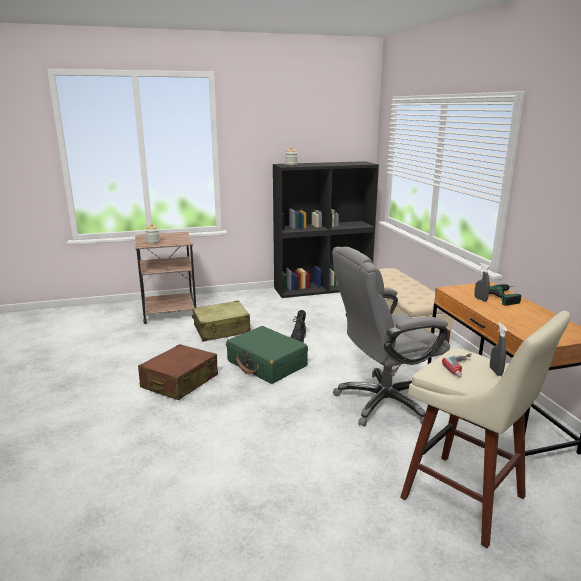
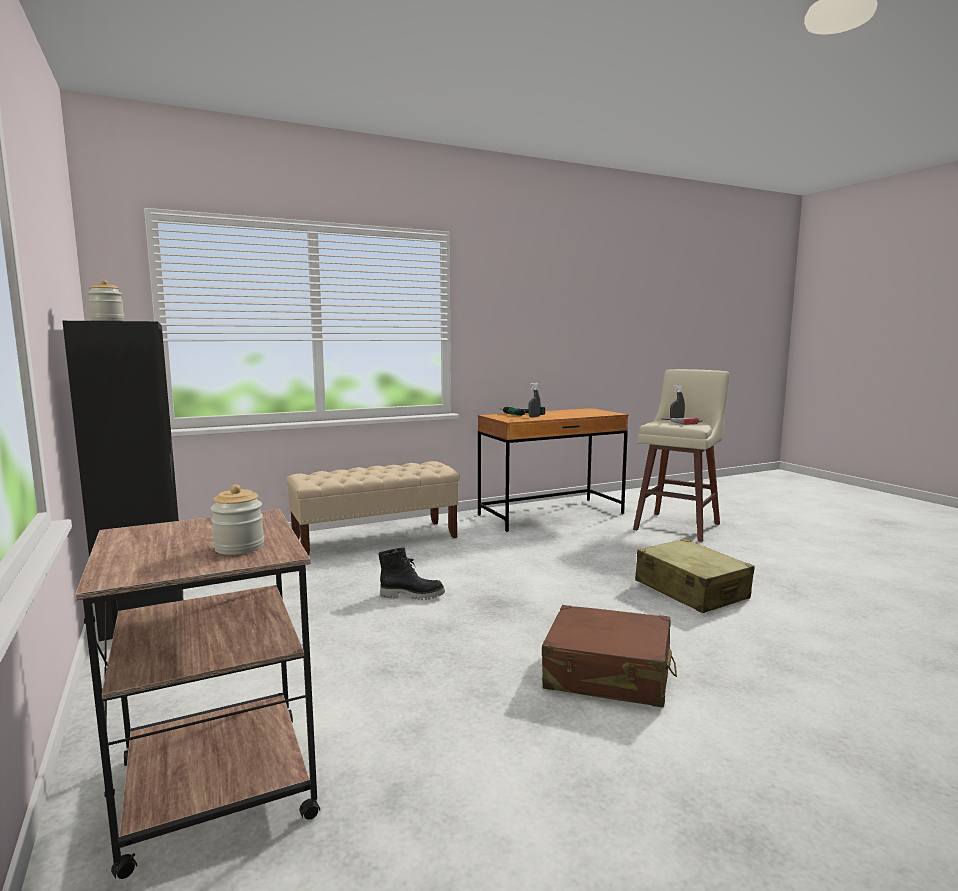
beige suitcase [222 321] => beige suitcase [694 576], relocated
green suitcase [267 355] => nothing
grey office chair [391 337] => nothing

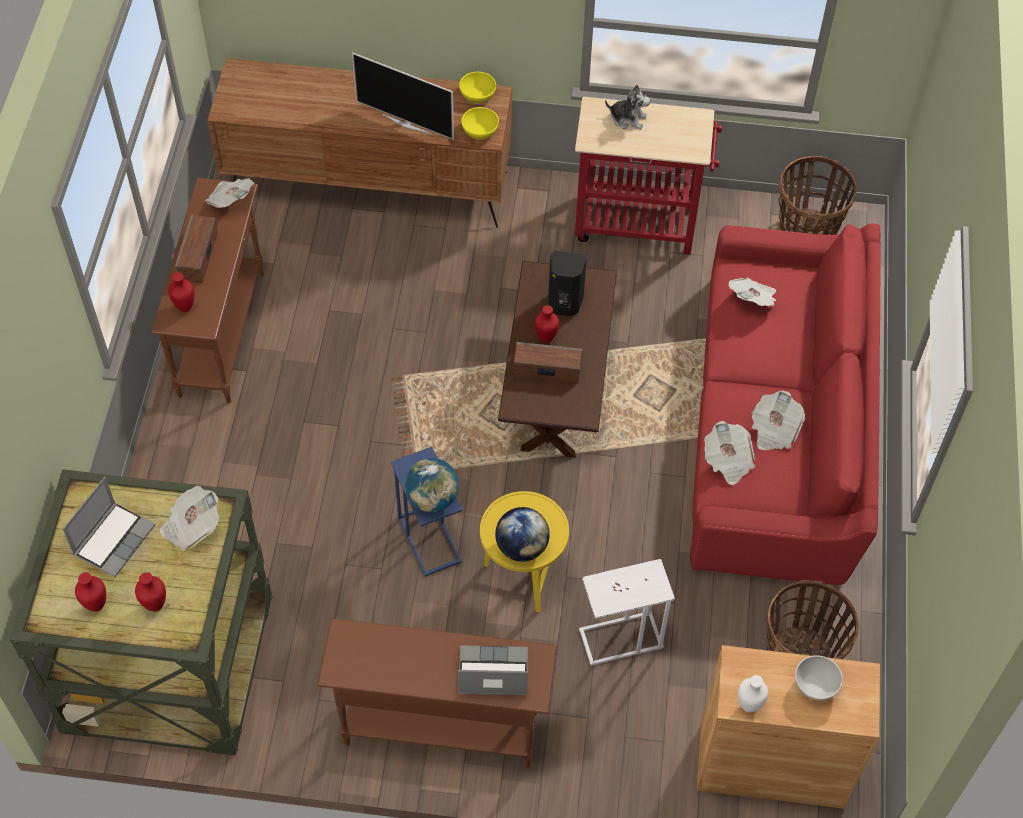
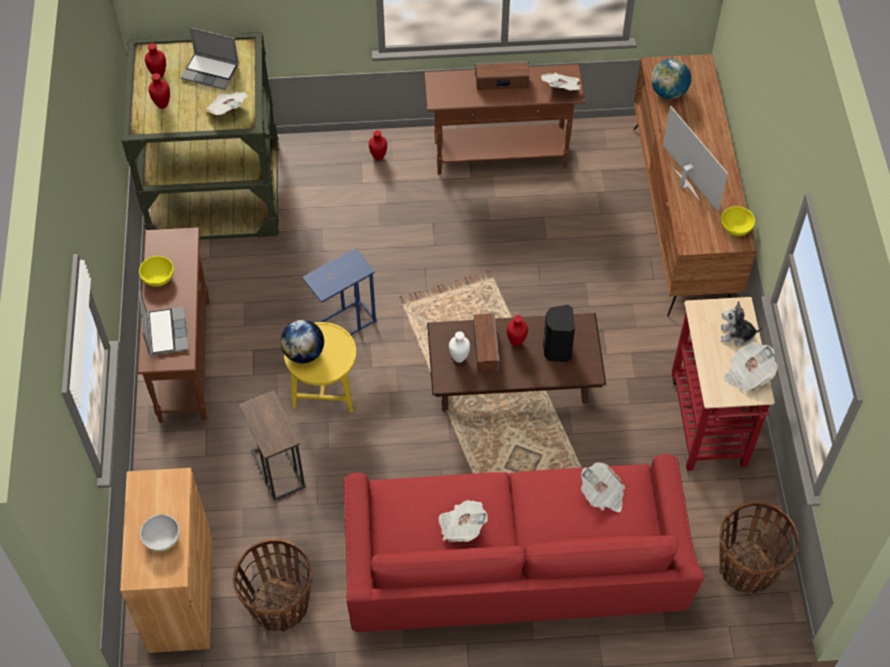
red vase [181 292] => red vase [378 145], relocated
television [403 96] => television [695 159], 135 degrees clockwise
globe [432 485] => globe [671 79], relocated
yellow bowl [480 123] => yellow bowl [156 271], relocated
white side table [627 612] => brown side table [272 446]
plush toy [627 107] => plush toy [742 323], 90 degrees clockwise
newspaper [729 453] => newspaper [751 368], relocated
white vase [753 693] => white vase [459 347], relocated

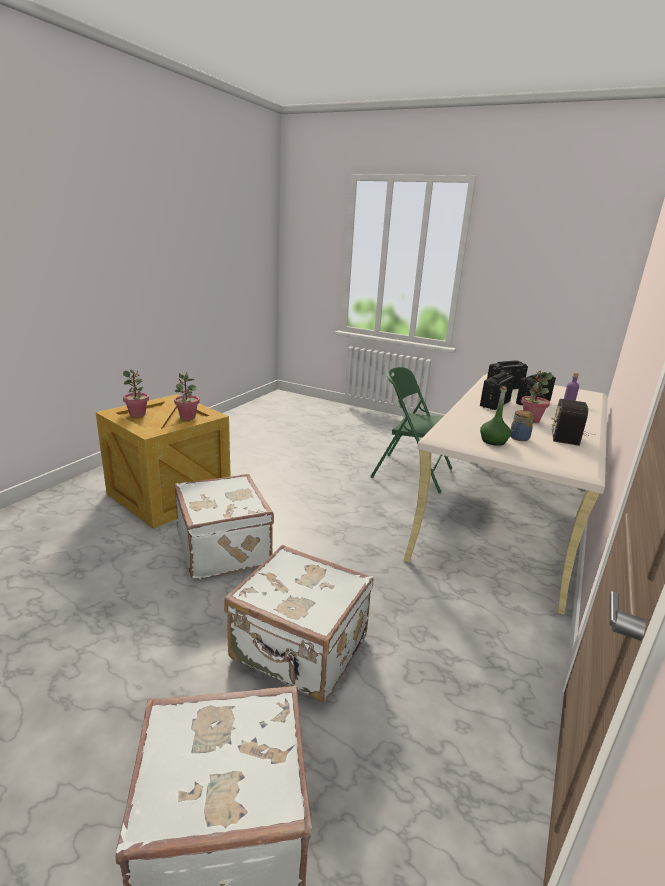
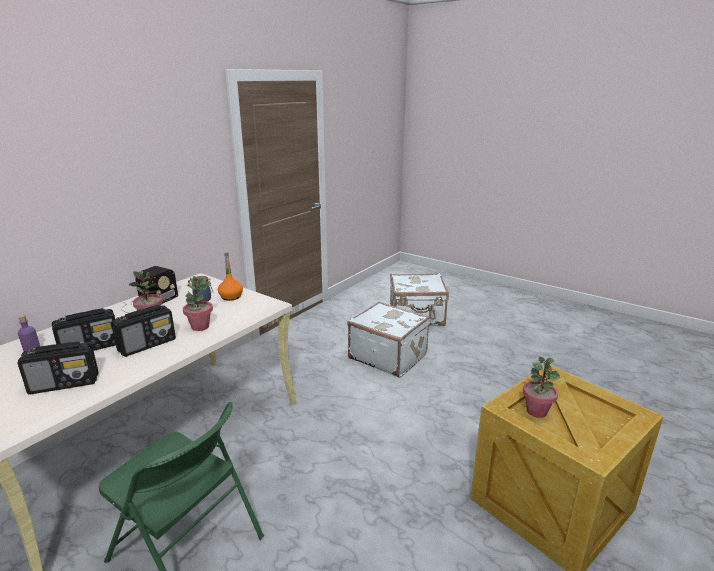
potted plant [136 393] => potted plant [198 303], relocated
white suitcase [224 527] => nothing
green bottle [495 416] => orange bottle [230 277]

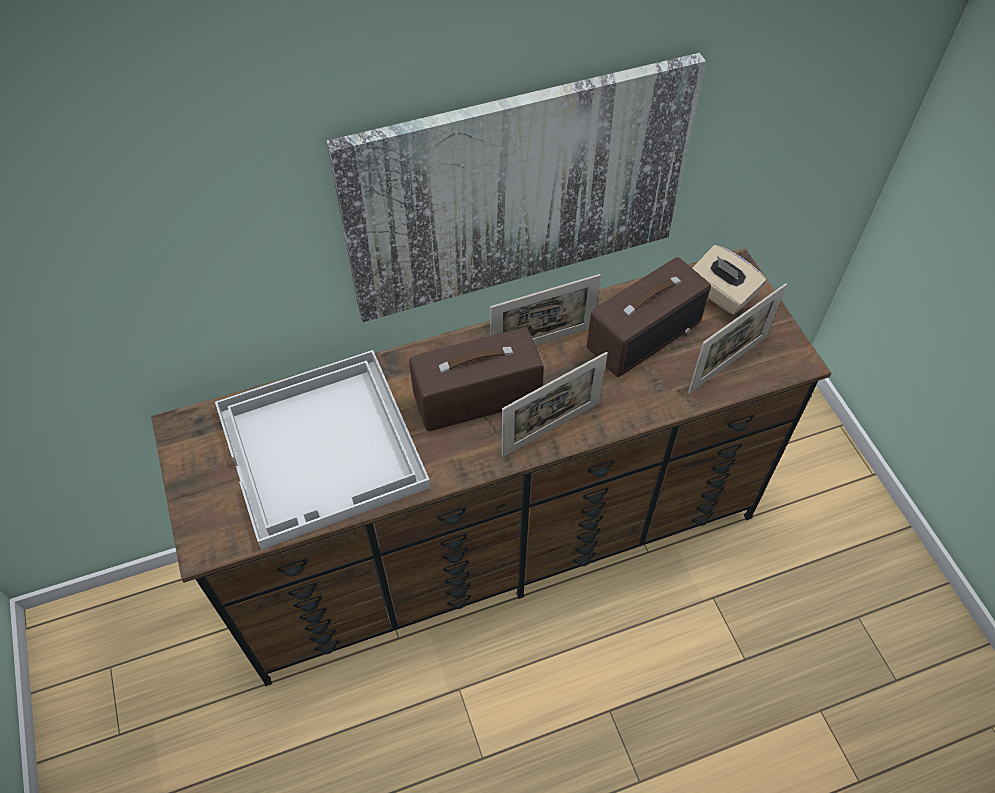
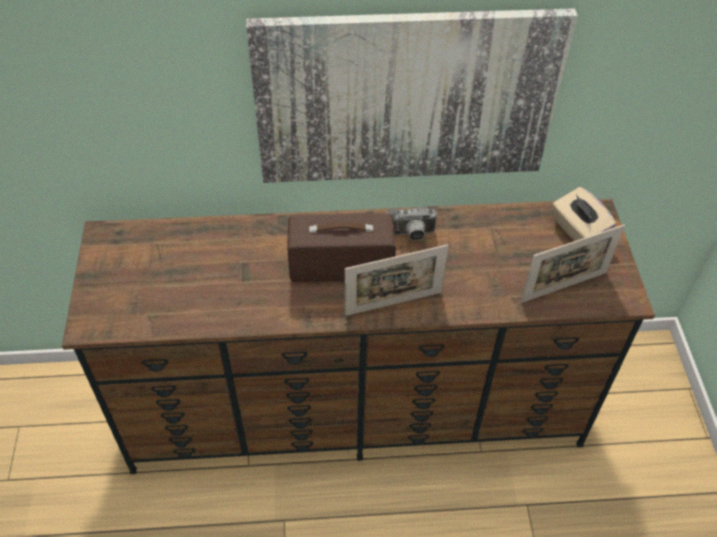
white tray [323 450] => nothing
picture frame [545 310] => photo camera [411 224]
radio [649 317] => nothing

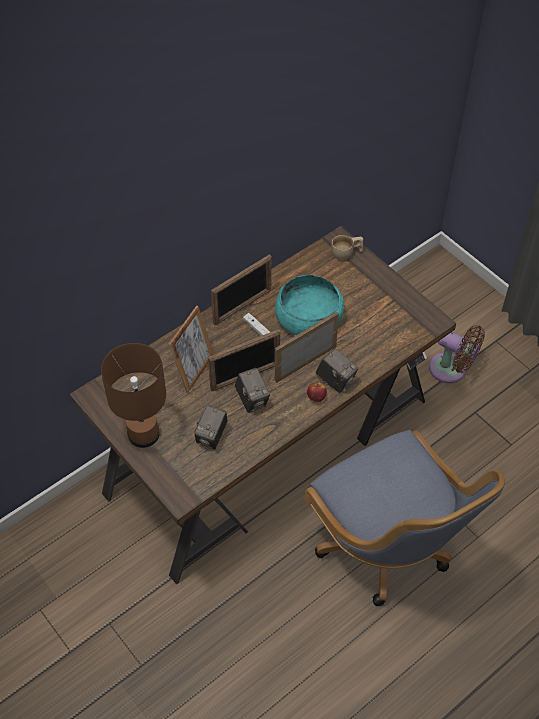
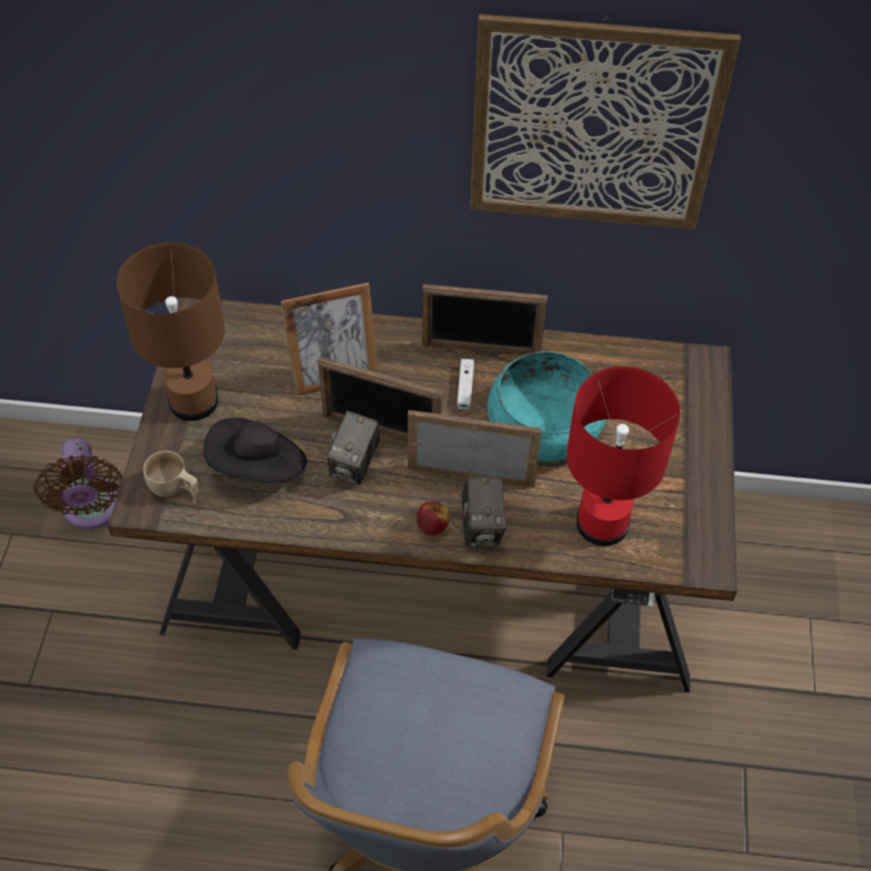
photo camera [211 427] => black hat [255 450]
beige cup [347 247] => beige cup [170 477], relocated
brown fan [457 354] => brown fan [78 483], relocated
nothing => picture [605 121]
nothing => red table lamp [623 456]

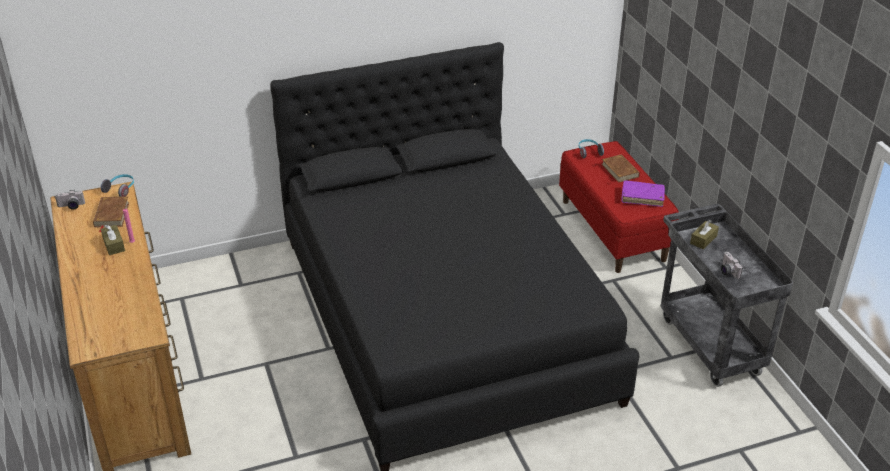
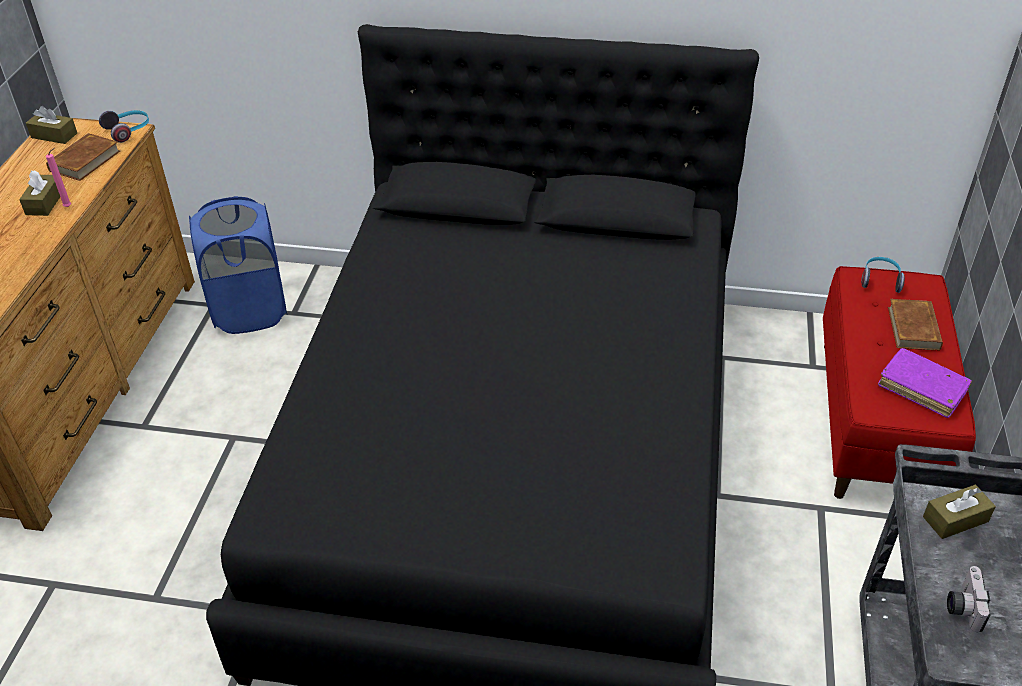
photo camera [70 200] => brown tissue box [51 125]
nothing => blue laundry basket [238 265]

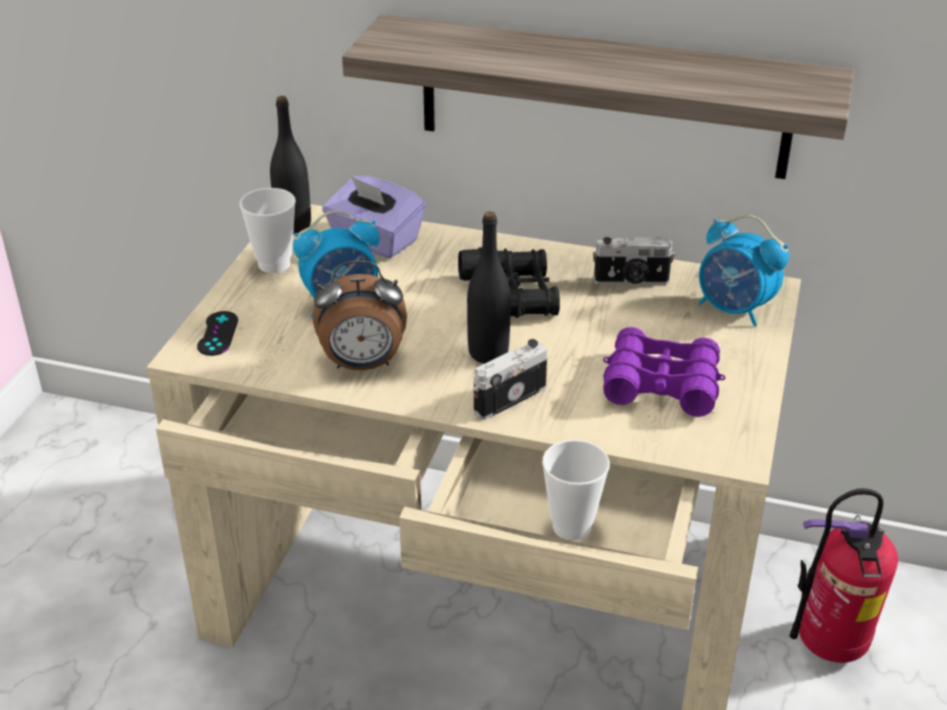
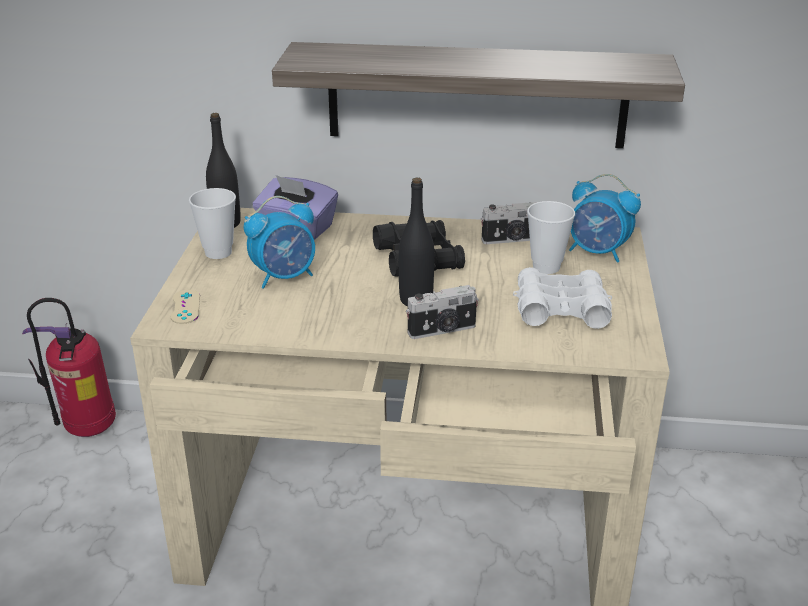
black game controller [217 333] => beige game controller [185 307]
alarm clock [360 315] => nothing
photo camera [510 379] => photo camera [442 312], 150 degrees counterclockwise
cup [576 490] => cup [551 237], relocated
purple binoculars [664 372] => white binoculars [562 298]
fire extinguisher [844 575] => fire extinguisher [69 367], relocated

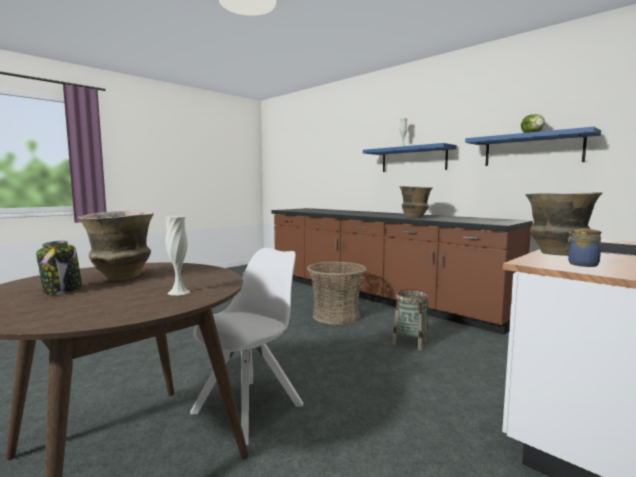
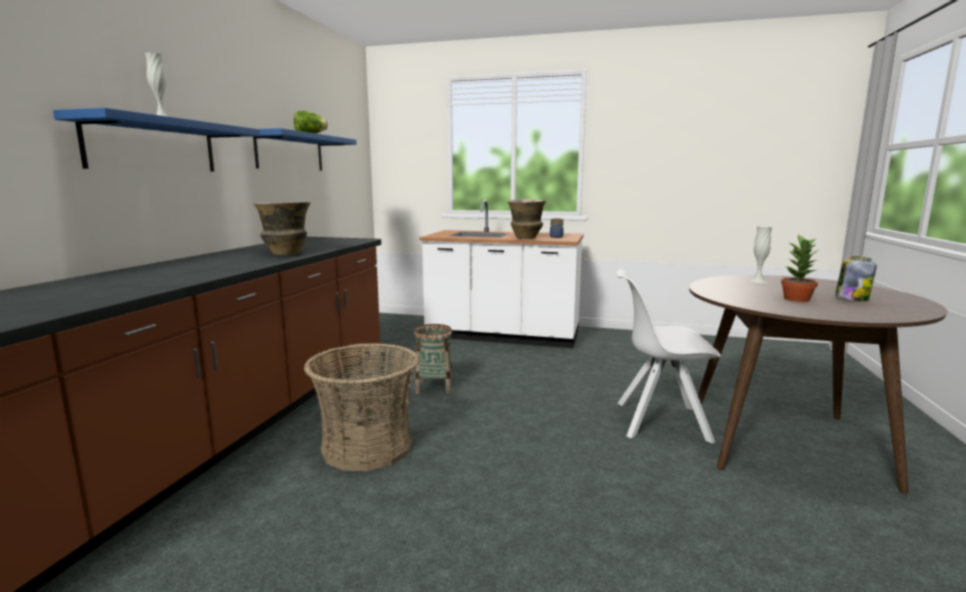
vase [116 245] => potted plant [799 268]

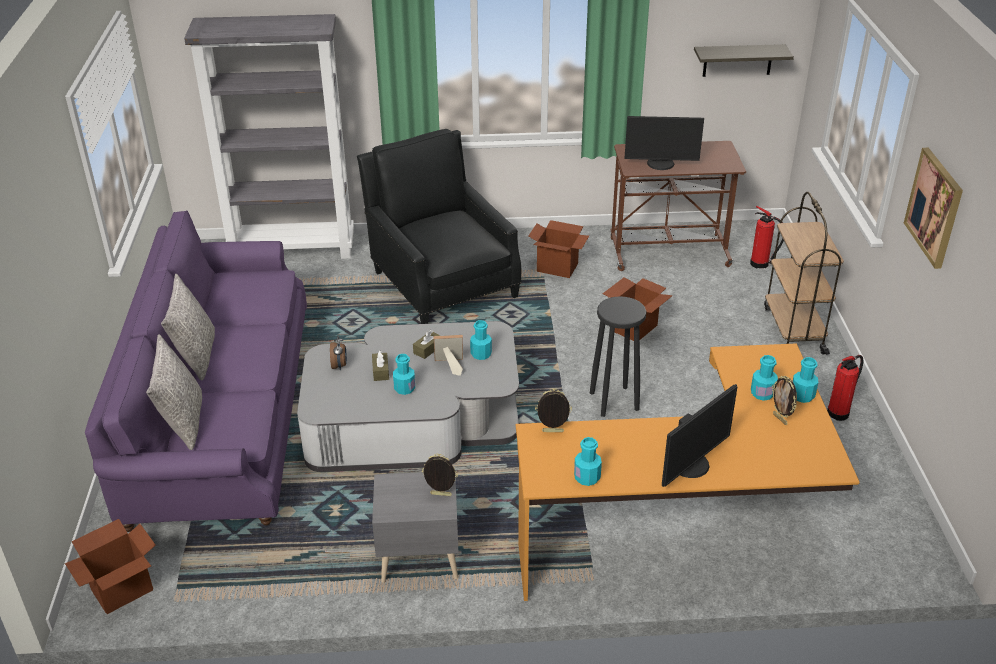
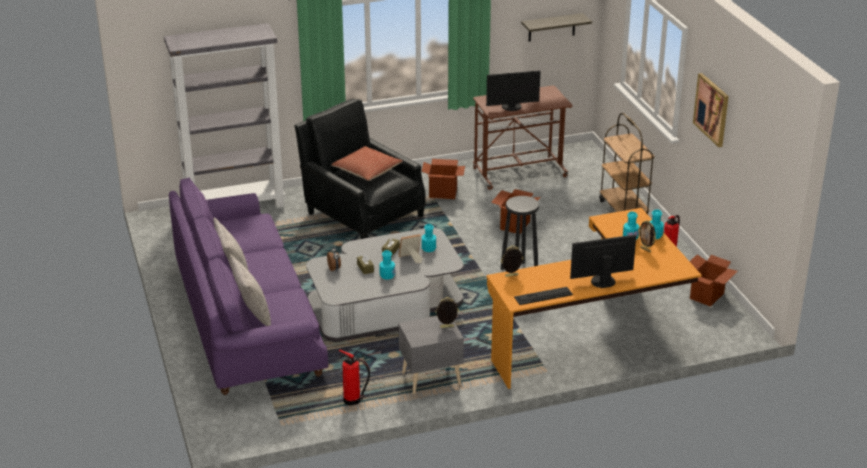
cardboard box [110 566] => cardboard box [714 281], relocated
turquoise bottle [588 461] => keyboard [543 296]
monitor [699 435] => monitor [603 261], 135 degrees counterclockwise
fire extinguisher [767 237] => fire extinguisher [354 378], relocated
nothing => pillow [367 163]

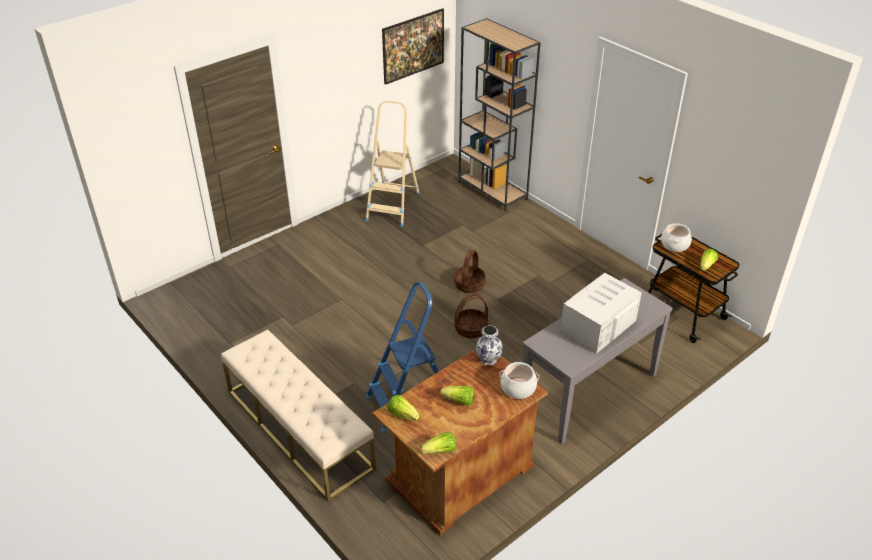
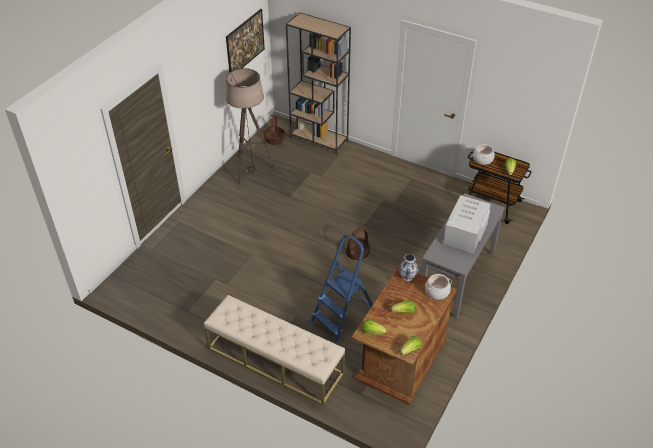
beige step ladder [392 164] => floor lamp [250 126]
basket [470 271] => basket [274 130], relocated

